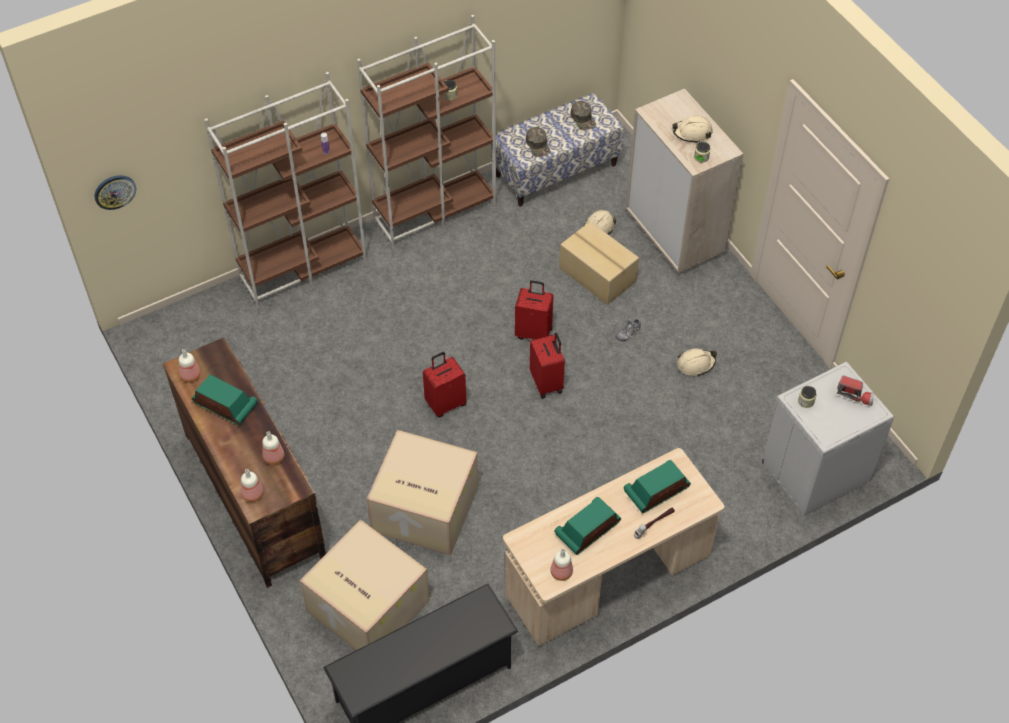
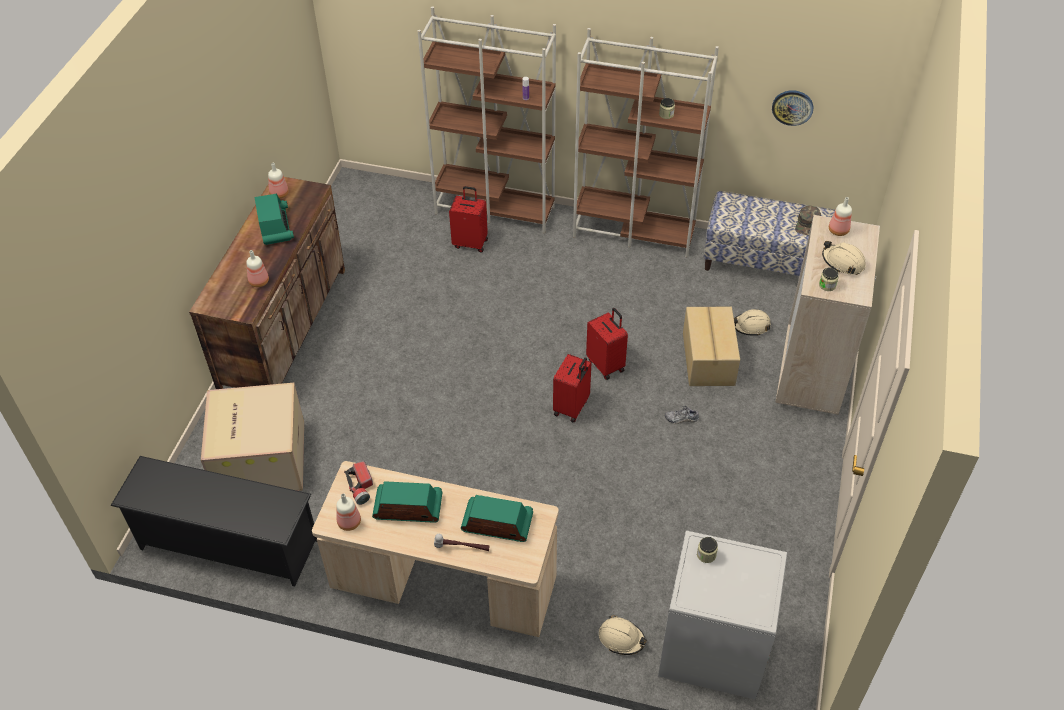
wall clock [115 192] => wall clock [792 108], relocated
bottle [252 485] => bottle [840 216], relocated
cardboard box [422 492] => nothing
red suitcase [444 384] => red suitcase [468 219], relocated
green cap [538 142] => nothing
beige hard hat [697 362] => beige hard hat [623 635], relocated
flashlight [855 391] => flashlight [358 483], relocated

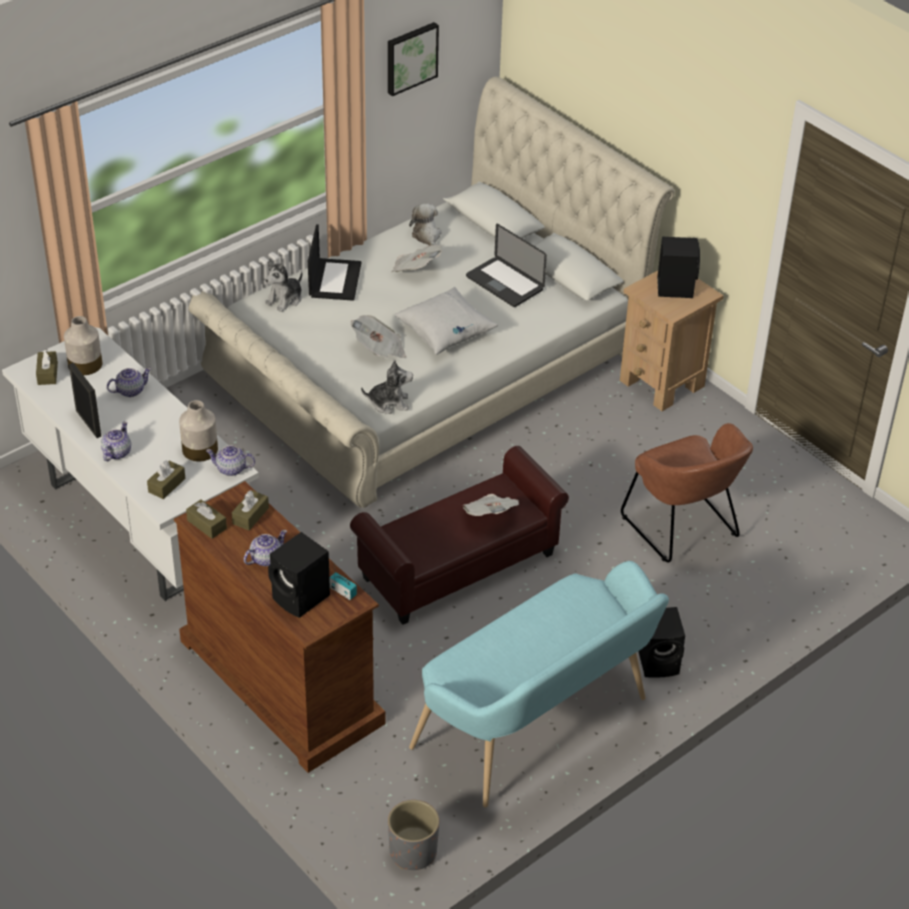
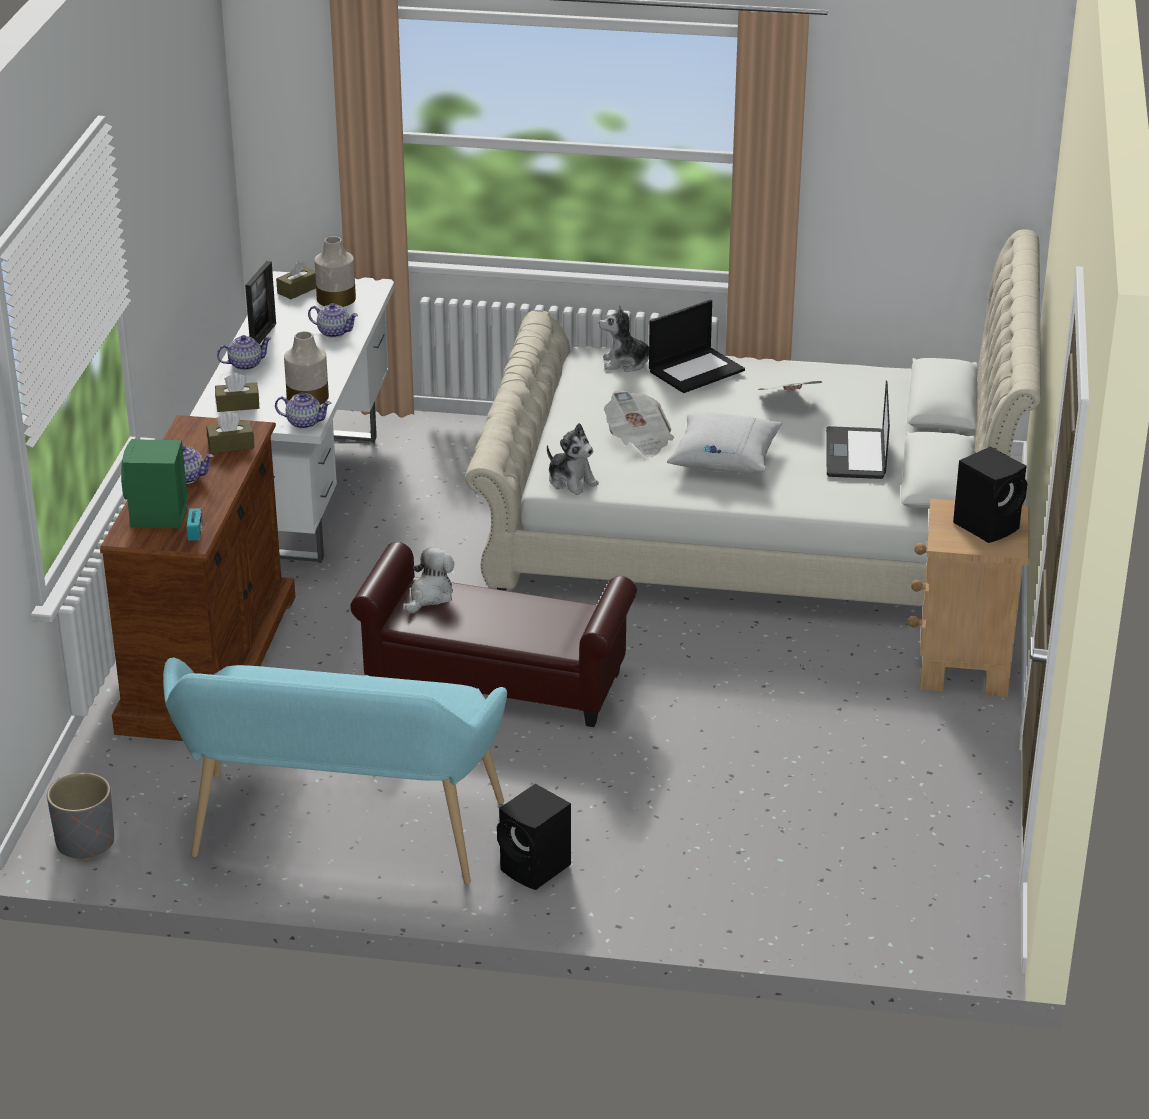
brown tissue box [206 519] => nothing
teapot [230 460] => teapot [303 410], 135 degrees clockwise
black speaker [299 575] => green speaker [154 483]
picture [413 59] => nothing
plush toy [425 224] => plush toy [429 580], relocated
newspaper [491 505] => nothing
brown armchair [687 492] => nothing

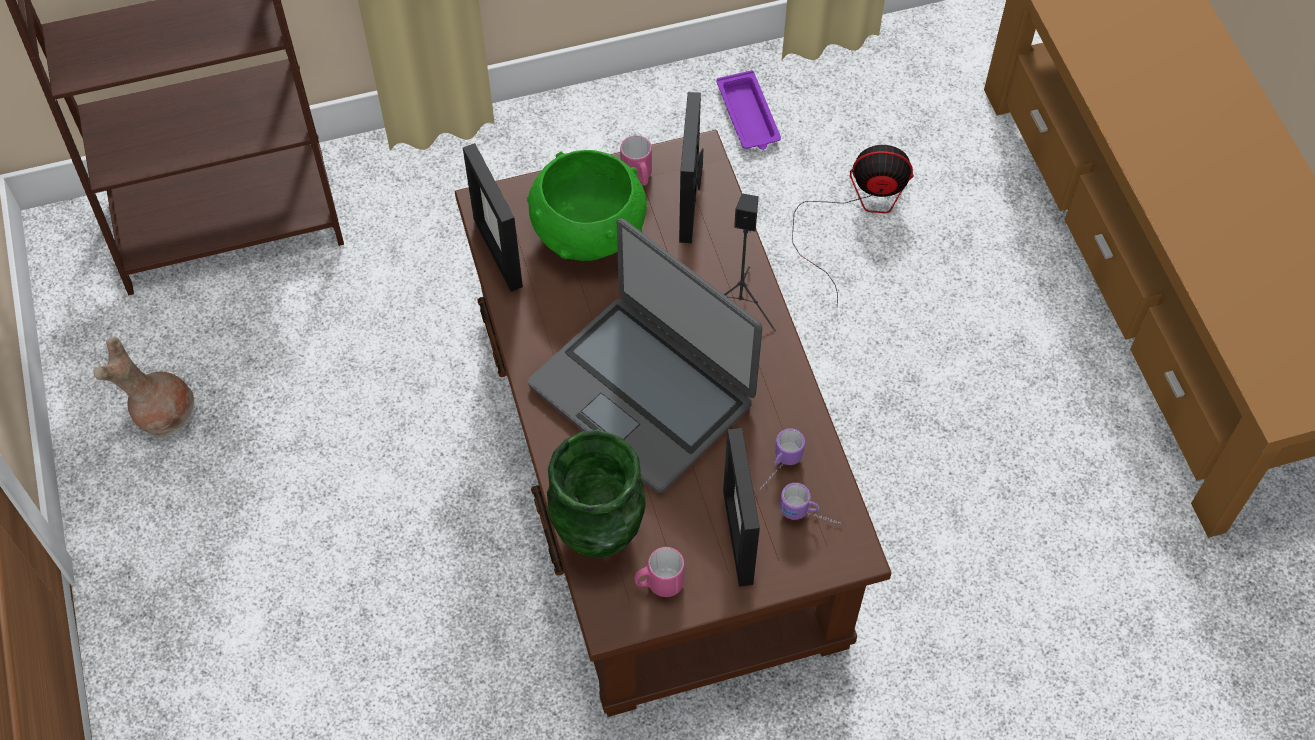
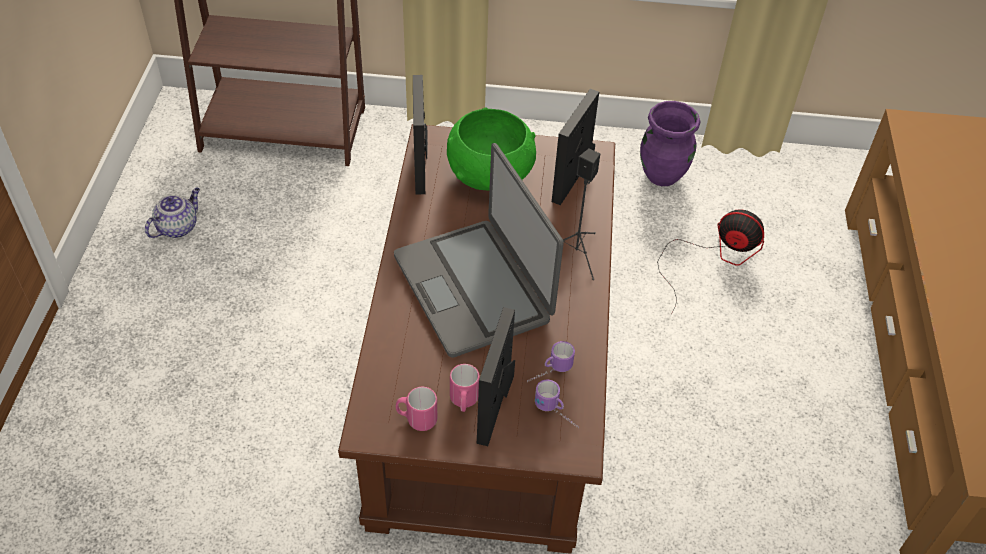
brown vase [144 387] => teapot [172 213]
green vase [596 494] => nothing
pink mug [636 160] => pink mug [465 388], relocated
purple tray [748 110] => purple vase [670 143]

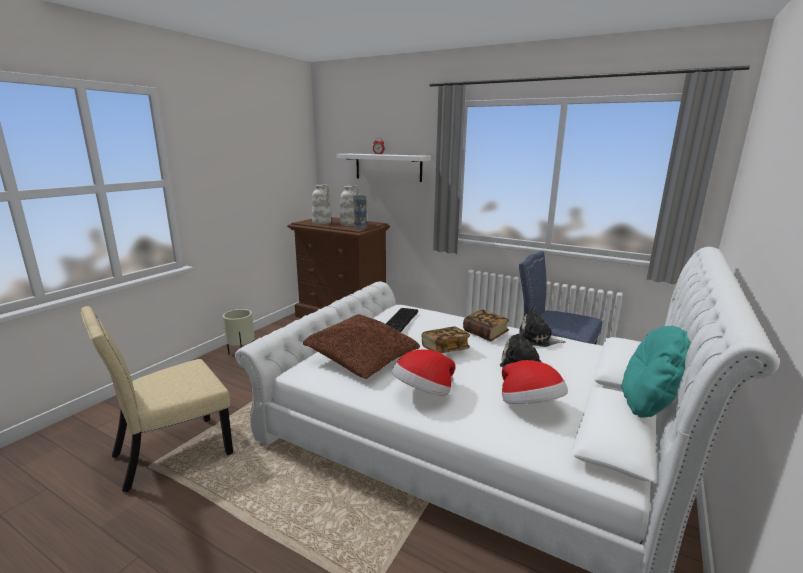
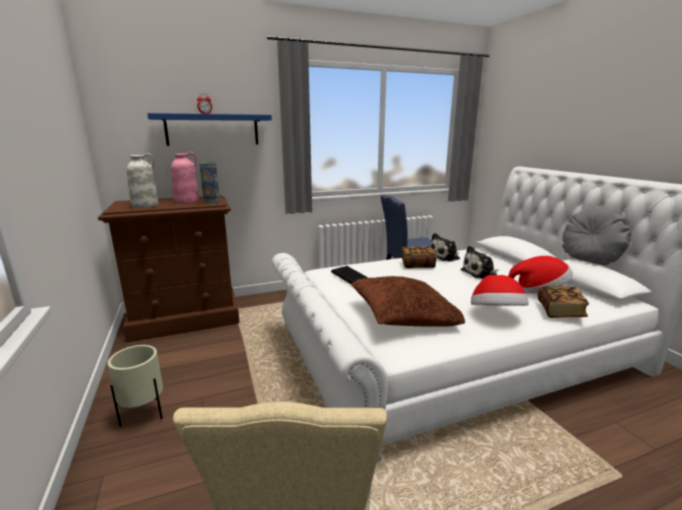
white shelf [383 168] => blue shelf [209 129]
white vase [349 205] => pink vase [185 178]
book [445 340] => book [563 302], relocated
turquoise pillow [656 372] => grey pillow [597 235]

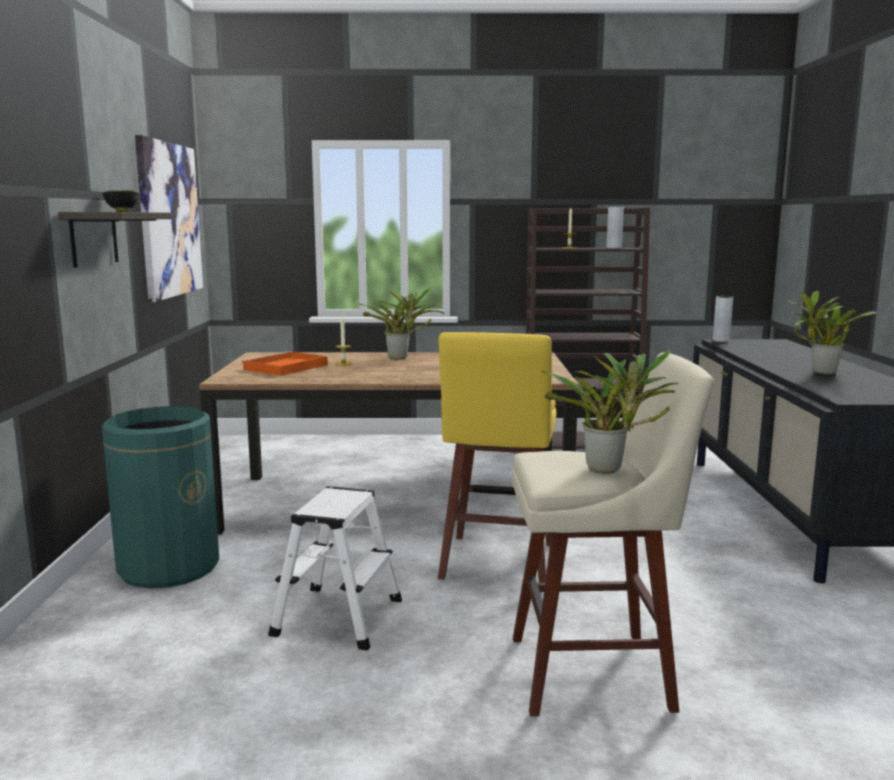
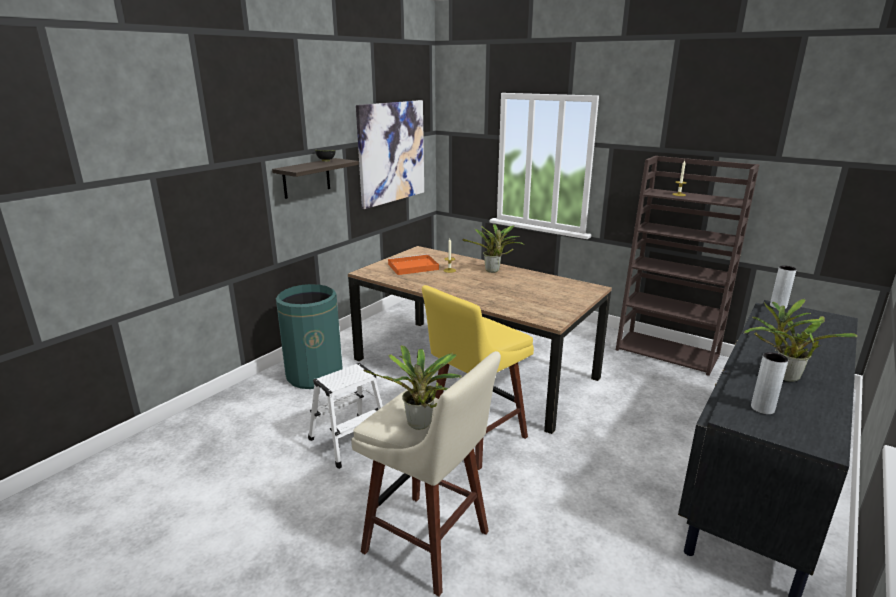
grey vase [615 227] => grey vase [769 383], relocated

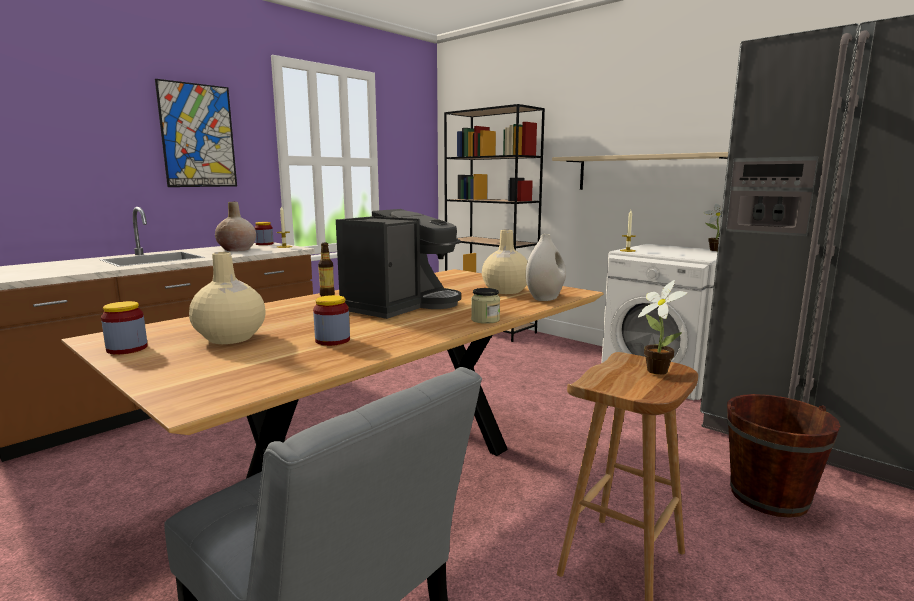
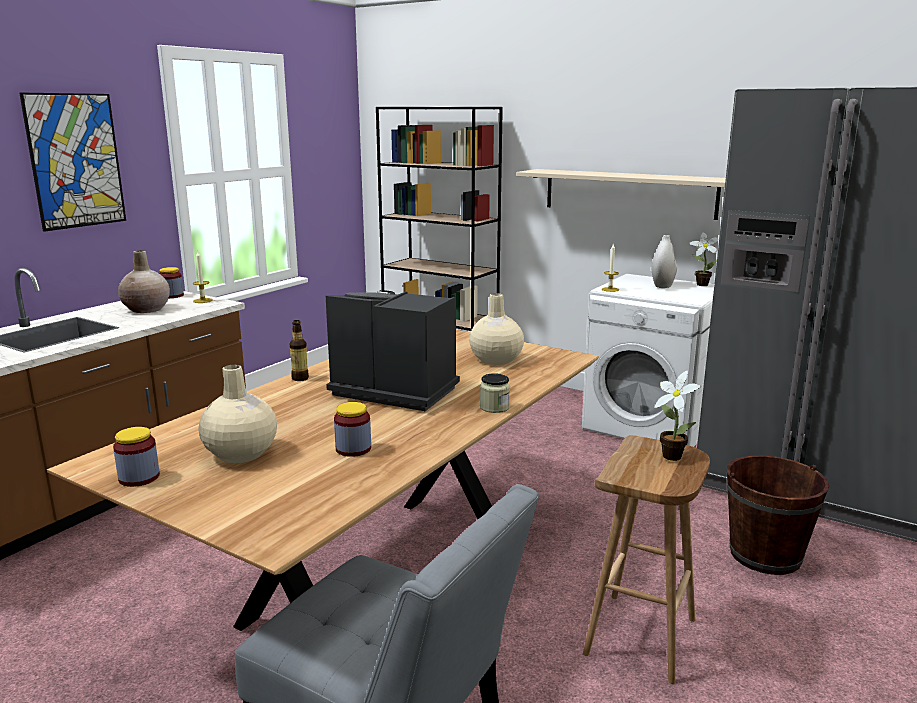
coffee machine [398 264] => coffee machine [393 350], 90 degrees counterclockwise
white vase [546 267] => white vase [664 261], relocated

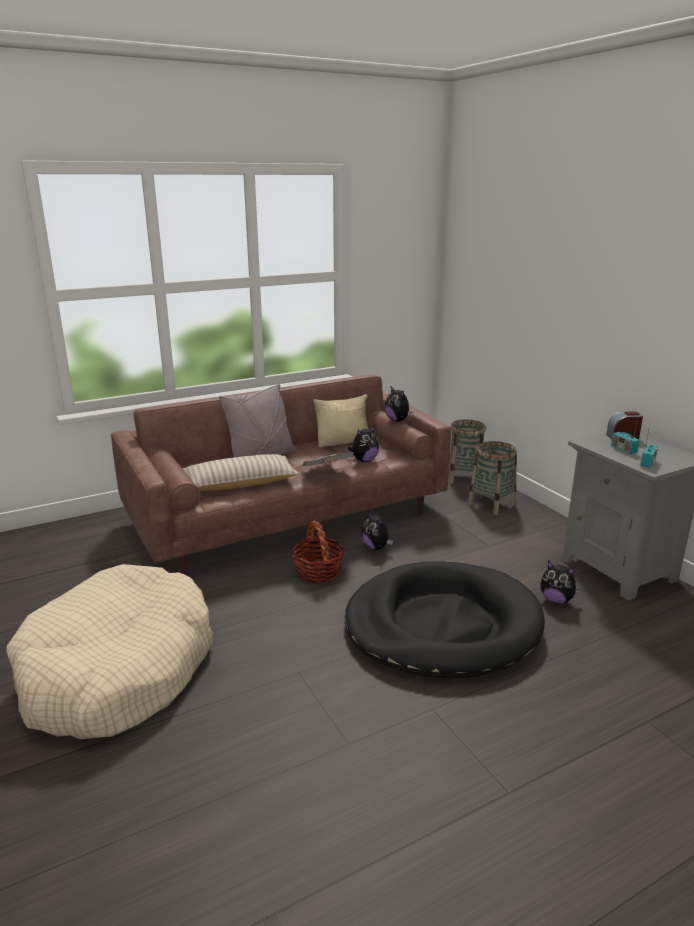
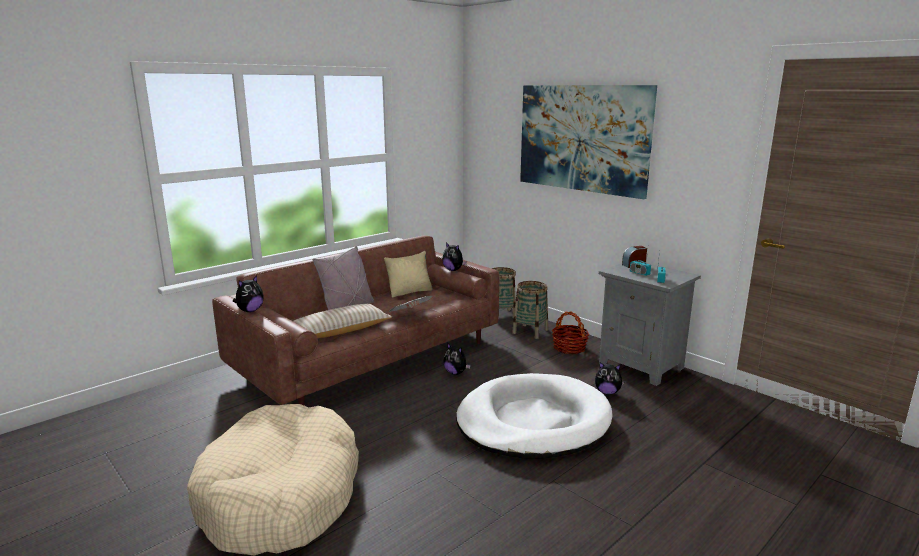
basket [318 551] => basket [570 332], relocated
black dog bed [445 620] => white dog bed [534 416]
plush toy [363 443] => plush toy [248 294], relocated
nothing => picture [588 142]

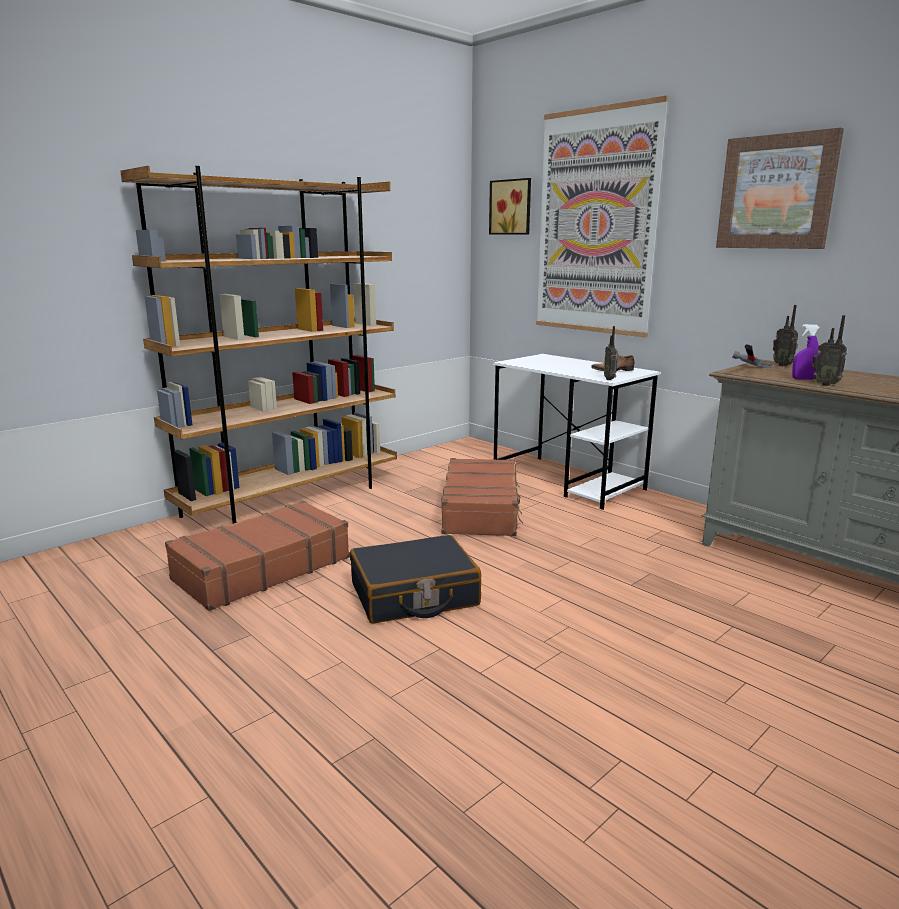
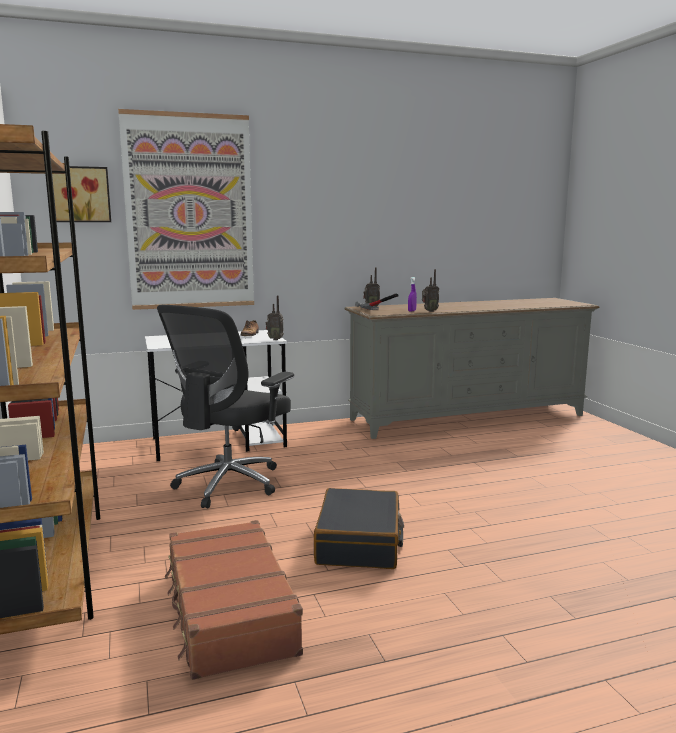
brown suitcase [482 497] => office chair [225 406]
picture [780 188] => nothing

